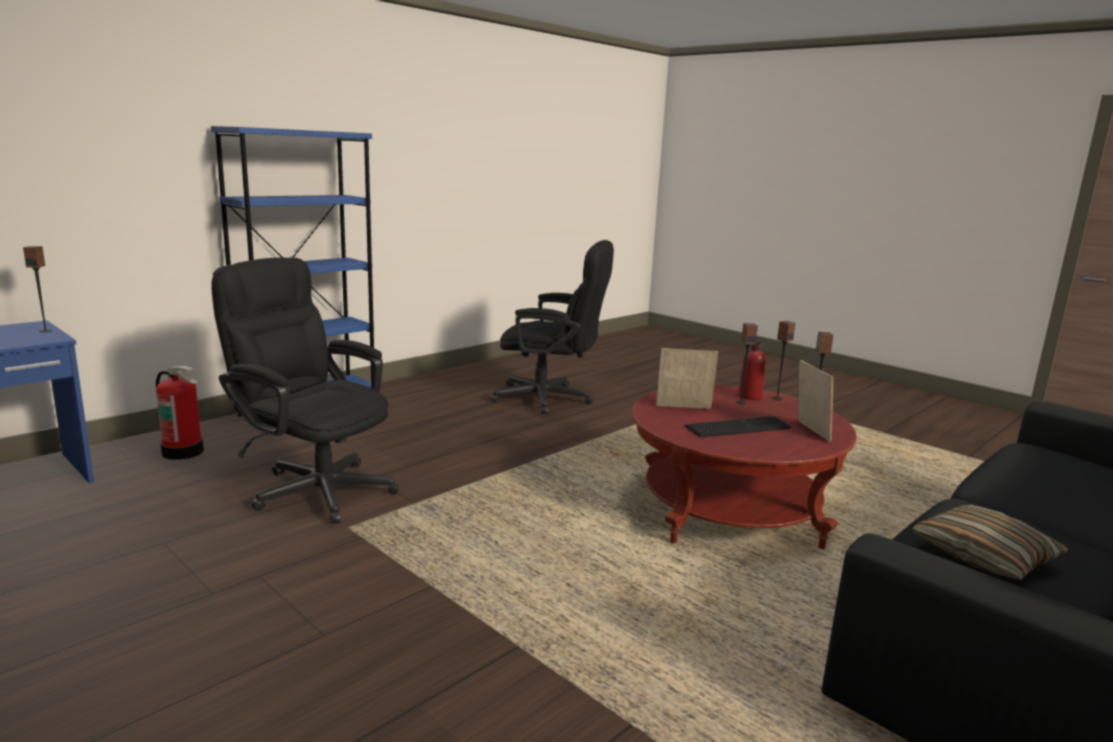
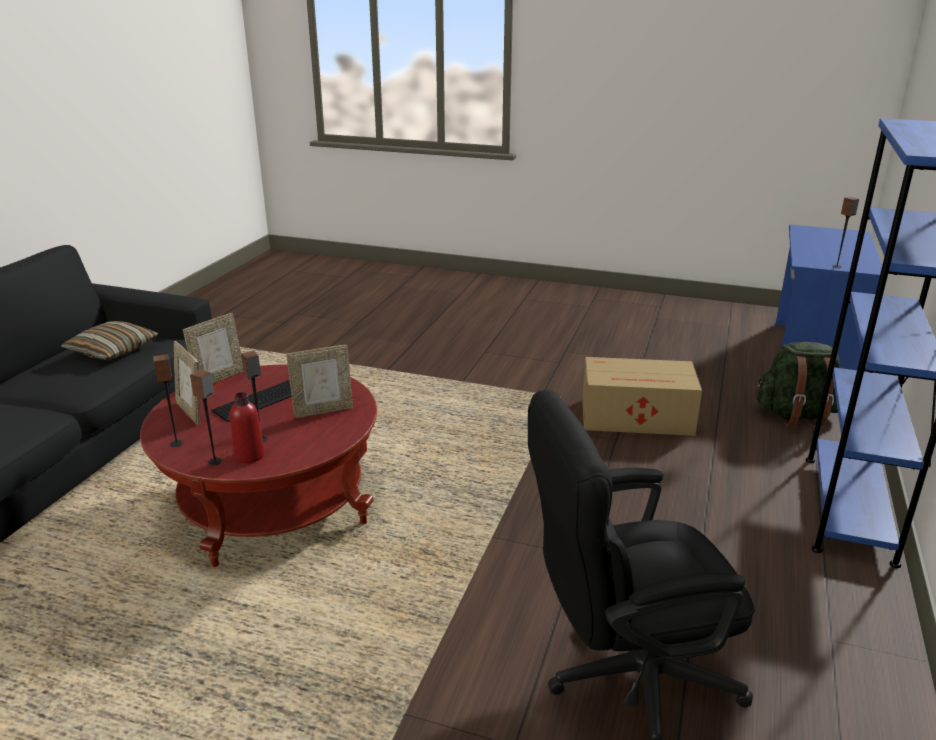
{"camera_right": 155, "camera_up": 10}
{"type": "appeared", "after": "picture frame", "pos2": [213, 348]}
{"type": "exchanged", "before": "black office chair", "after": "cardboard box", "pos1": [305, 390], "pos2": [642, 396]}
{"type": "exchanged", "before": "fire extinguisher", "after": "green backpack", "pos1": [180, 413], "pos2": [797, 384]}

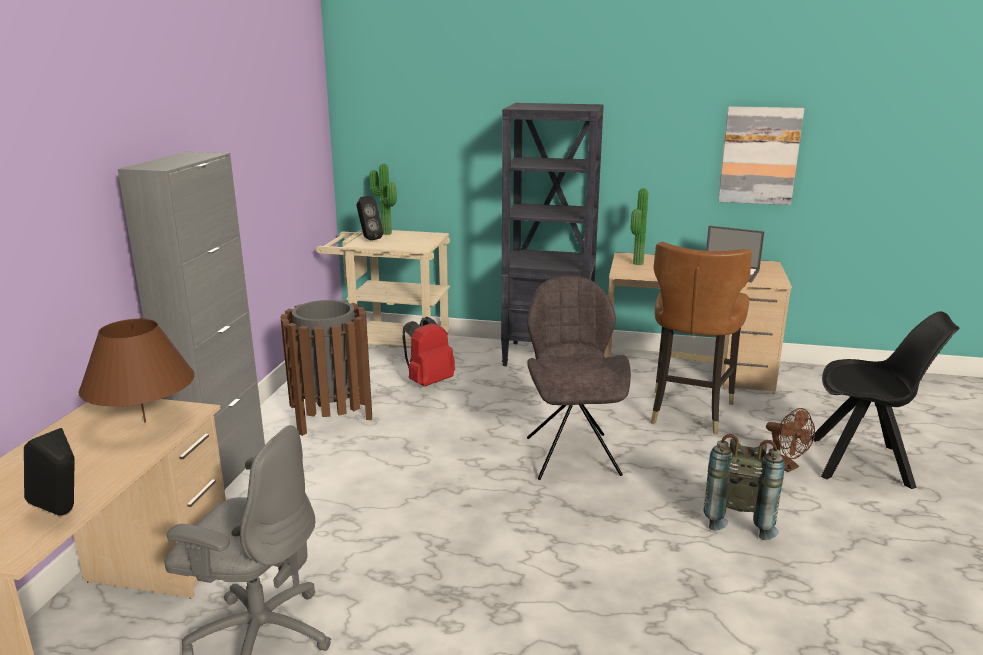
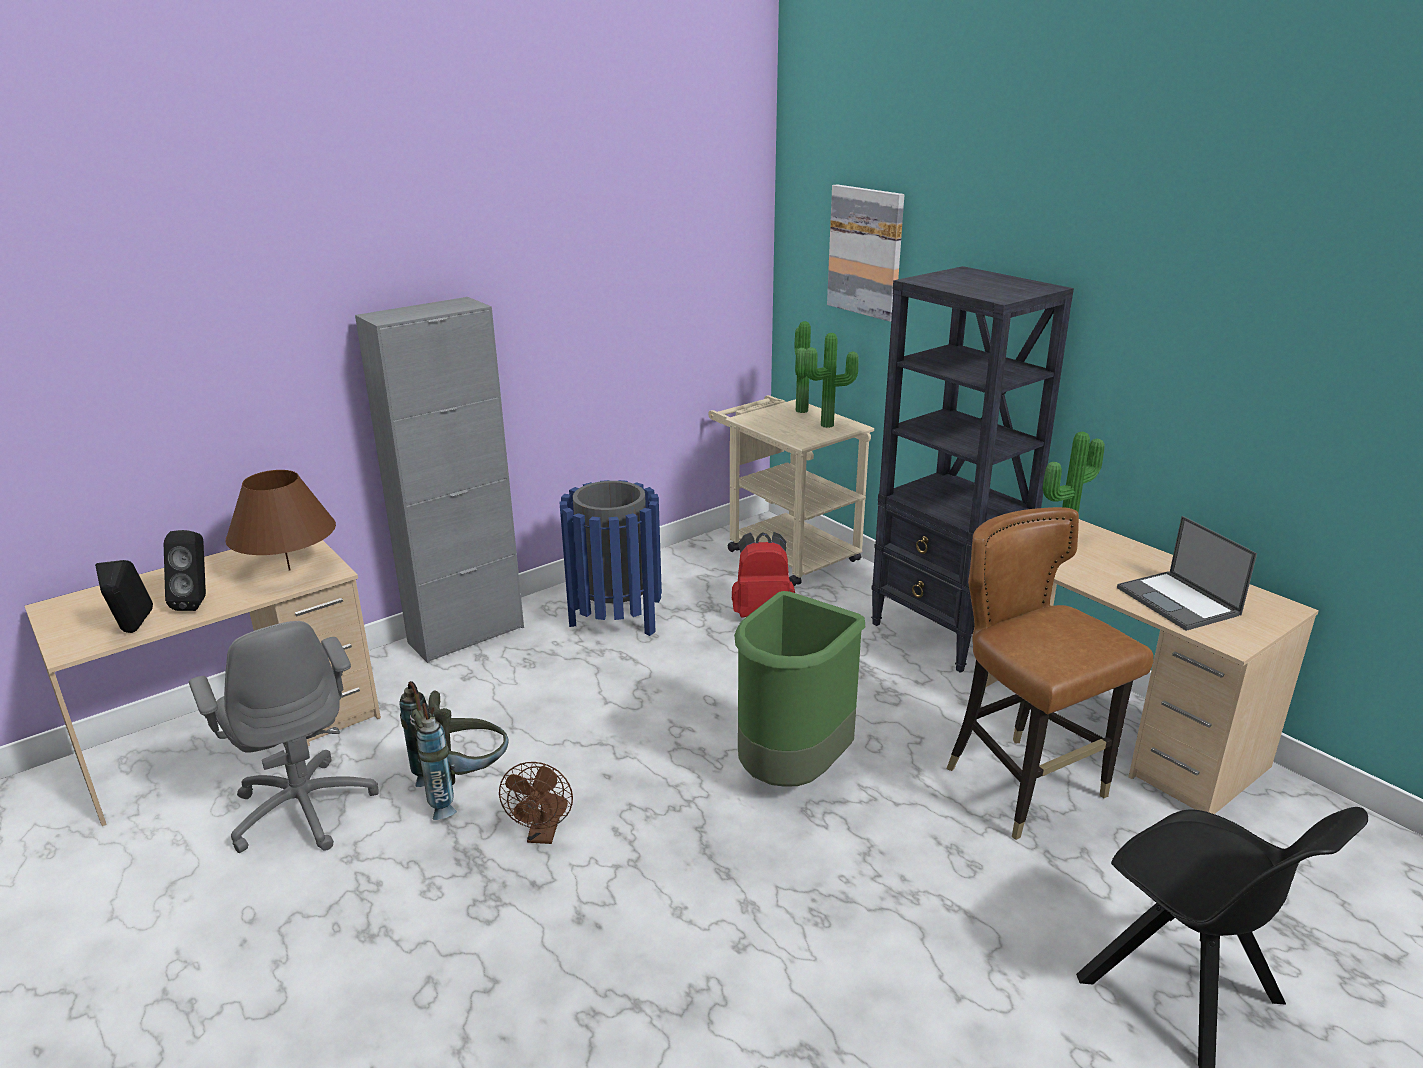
{"camera_right": 40, "camera_up": 5}
{"type": "relocated", "before": "black speaker", "pos1": [369, 218], "pos2": [185, 570]}
{"type": "relocated", "before": "grey backpack", "pos1": [744, 487], "pos2": [454, 750]}
{"type": "relocated", "before": "brown fan", "pos1": [790, 440], "pos2": [536, 803]}
{"type": "colour", "before": "brown trash can", "after": "blue trash can", "pos1": [326, 368], "pos2": [610, 558]}
{"type": "exchanged", "before": "grey chair", "after": "green trash can", "pos1": [579, 377], "pos2": [799, 689]}
{"type": "appeared", "after": "potted plant", "pos2": [831, 380]}
{"type": "relocated", "before": "picture", "pos1": [761, 155], "pos2": [865, 253]}
{"type": "spun", "before": "brown chair", "pos1": [701, 338], "pos2": [1050, 673], "turn": 90}

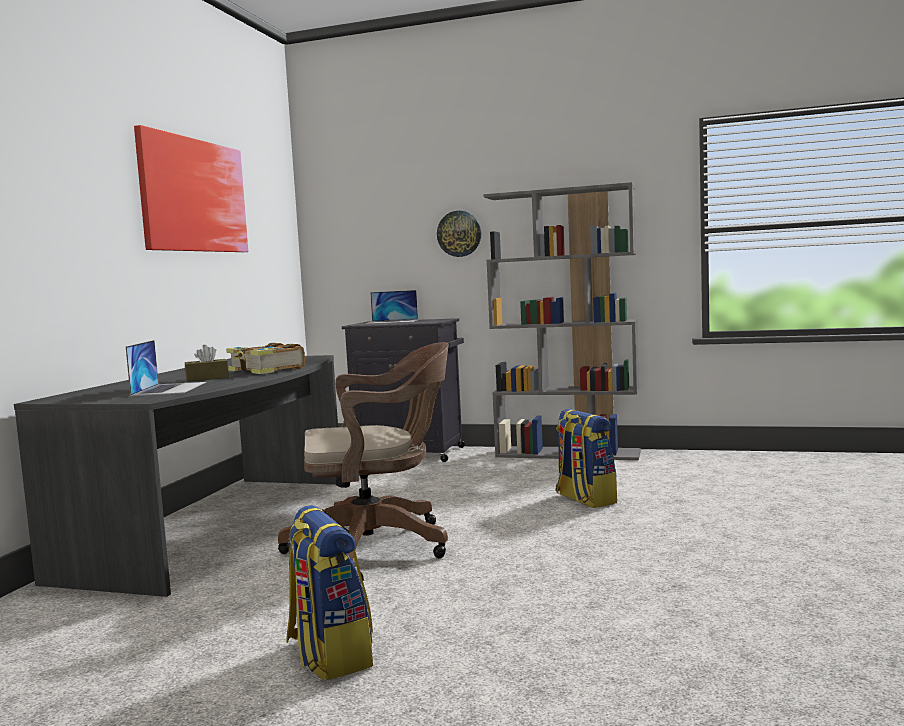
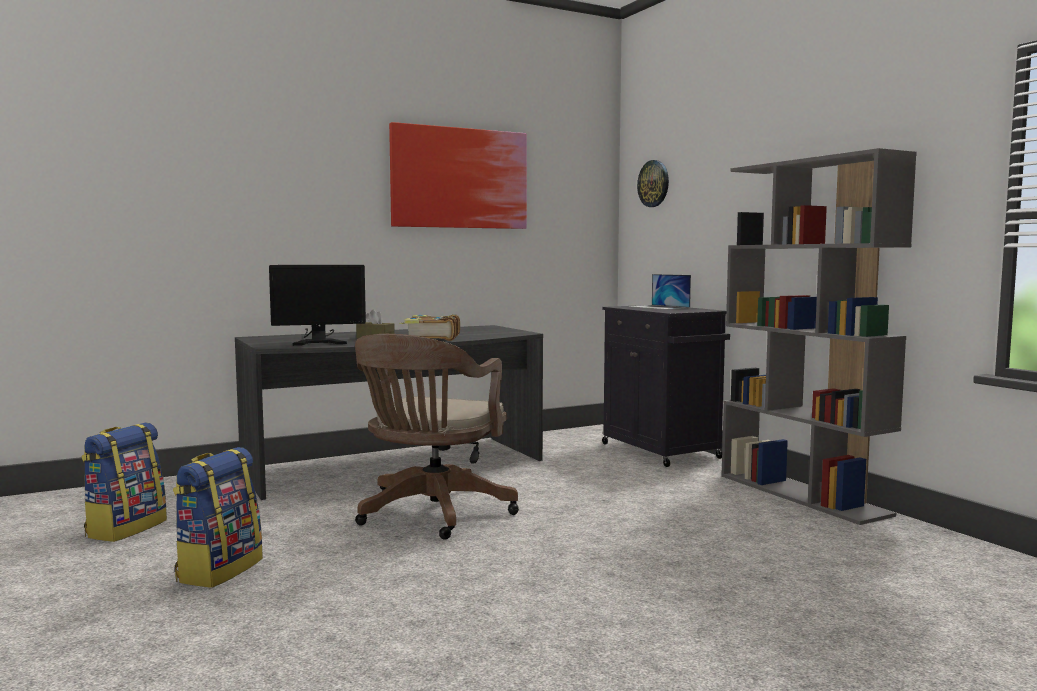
{"camera_right": 45, "camera_up": 0}
{"type": "relocated", "before": "backpack", "pos1": [586, 458], "pos2": [124, 482]}
{"type": "exchanged", "before": "laptop", "after": "monitor", "pos1": [166, 368], "pos2": [317, 305]}
{"type": "spun", "before": "brown office chair", "pos1": [363, 451], "pos2": [437, 437], "turn": 75}
{"type": "relocated", "before": "wall clock", "pos1": [459, 234], "pos2": [653, 183]}

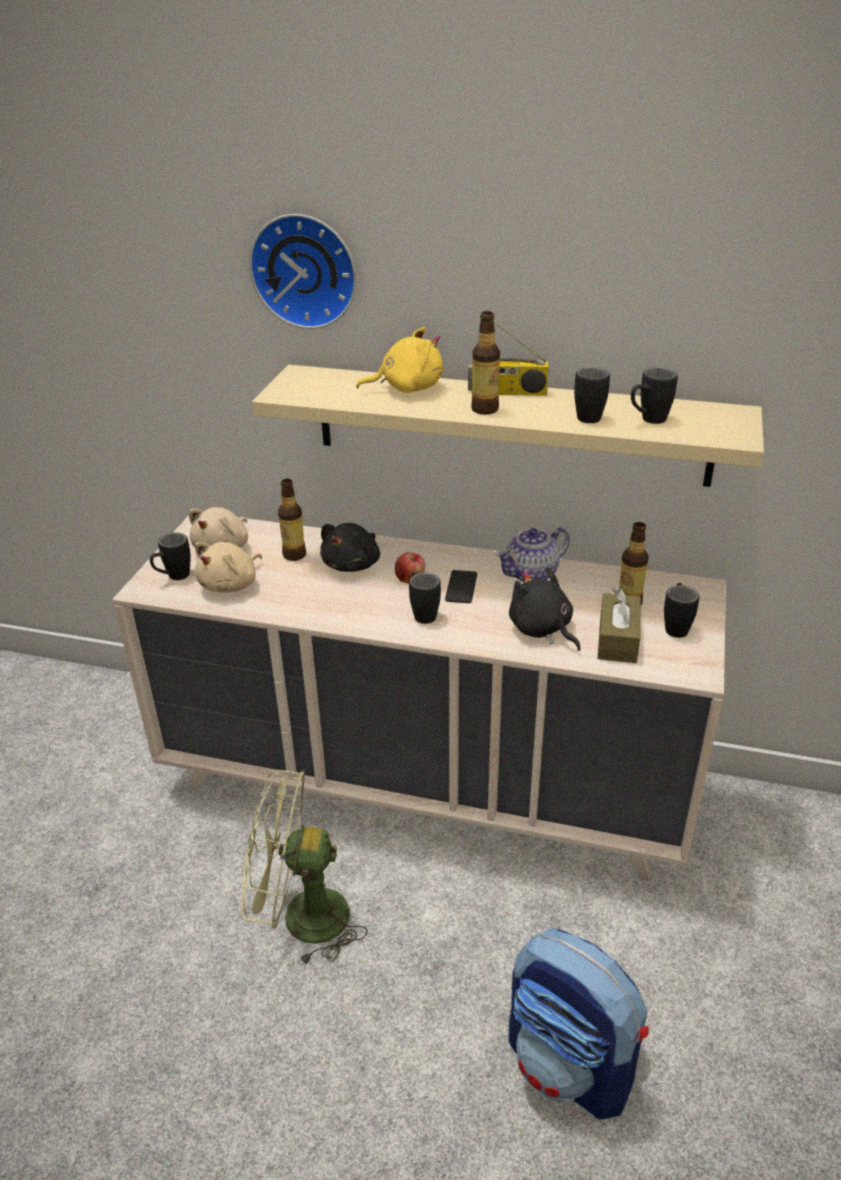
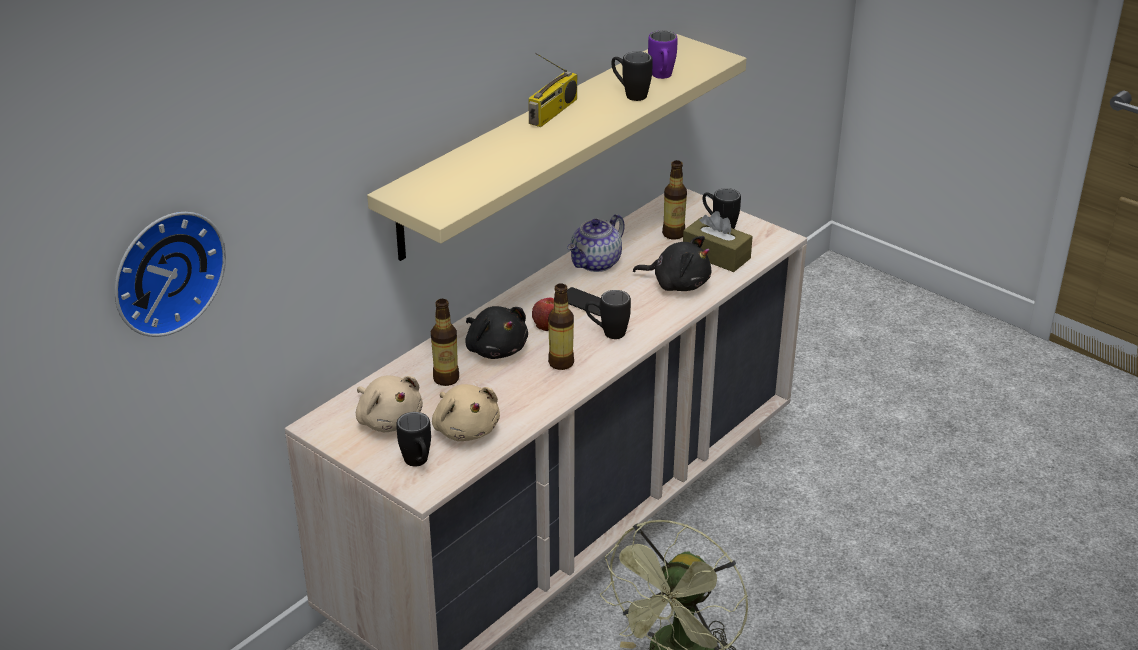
{"camera_right": -65, "camera_up": 0}
{"type": "relocated", "before": "wall clock", "pos1": [302, 271], "pos2": [170, 274]}
{"type": "relocated", "before": "bottle", "pos1": [485, 363], "pos2": [561, 326]}
{"type": "spun", "before": "teapot", "pos1": [532, 554], "pos2": [596, 243], "turn": 45}
{"type": "spun", "before": "black plush toy", "pos1": [544, 609], "pos2": [672, 263], "turn": -150}
{"type": "colour", "before": "black mug", "after": "purple mug", "pos1": [654, 395], "pos2": [663, 55]}
{"type": "missing", "before": "yellow plush toy", "pos1": [399, 360]}
{"type": "missing", "before": "backpack", "pos1": [579, 1024]}

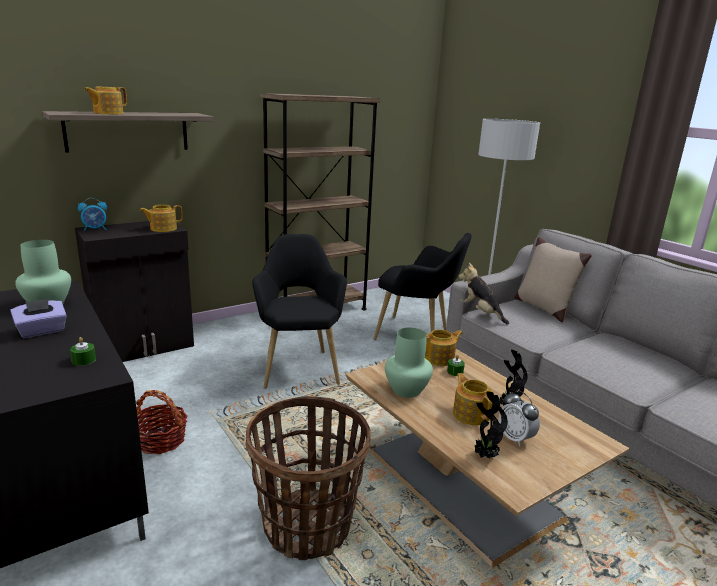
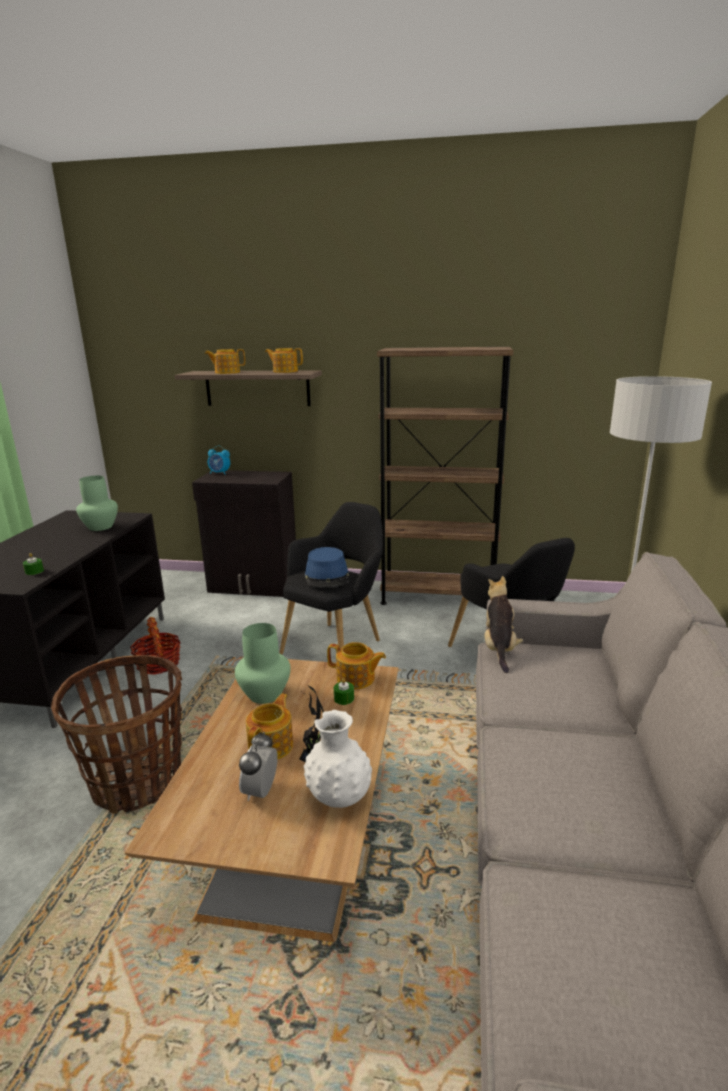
{"camera_right": 45, "camera_up": 0}
{"type": "relocated", "before": "teapot", "pos1": [161, 218], "pos2": [284, 360]}
{"type": "appeared", "after": "white vase", "pos2": [338, 759]}
{"type": "appeared", "after": "blue hat", "pos2": [327, 567]}
{"type": "missing", "before": "purple tissue box", "pos1": [38, 318]}
{"type": "missing", "before": "potted plant", "pos1": [491, 425]}
{"type": "missing", "before": "beige pillow", "pos1": [553, 279]}

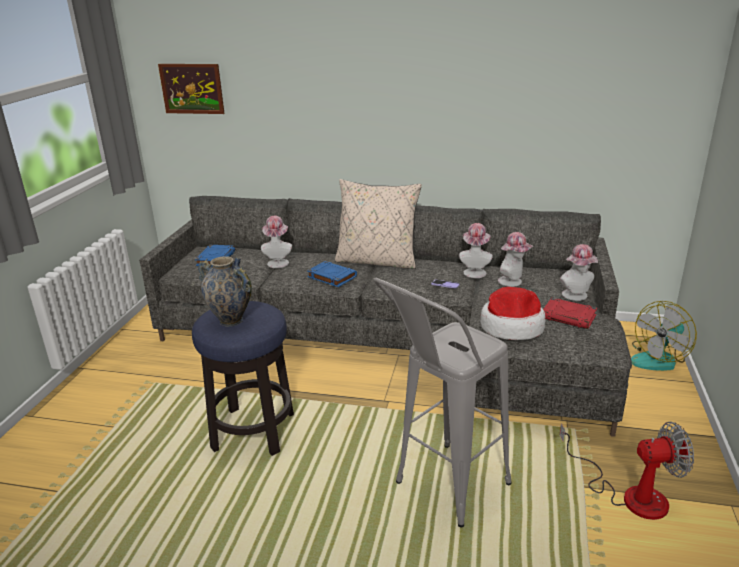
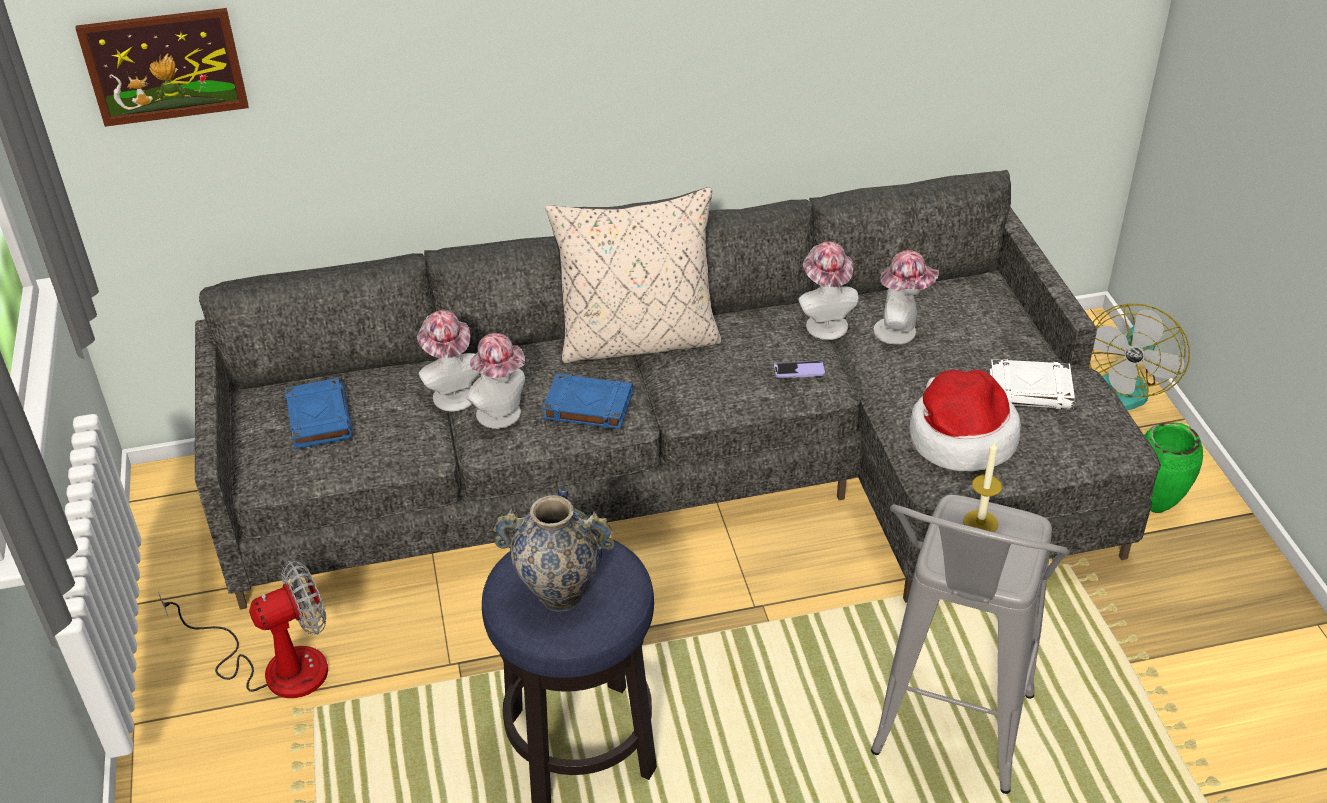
{"camera_right": -25, "camera_up": 15}
{"type": "relocated", "before": "fan", "pos1": [627, 471], "pos2": [243, 629]}
{"type": "relocated", "before": "hat", "pos1": [579, 272], "pos2": [496, 381]}
{"type": "appeared", "after": "candle", "pos2": [982, 486]}
{"type": "colour", "before": "red book", "after": "white book", "pos1": [570, 313], "pos2": [1032, 384]}
{"type": "appeared", "after": "green vase", "pos2": [1173, 467]}

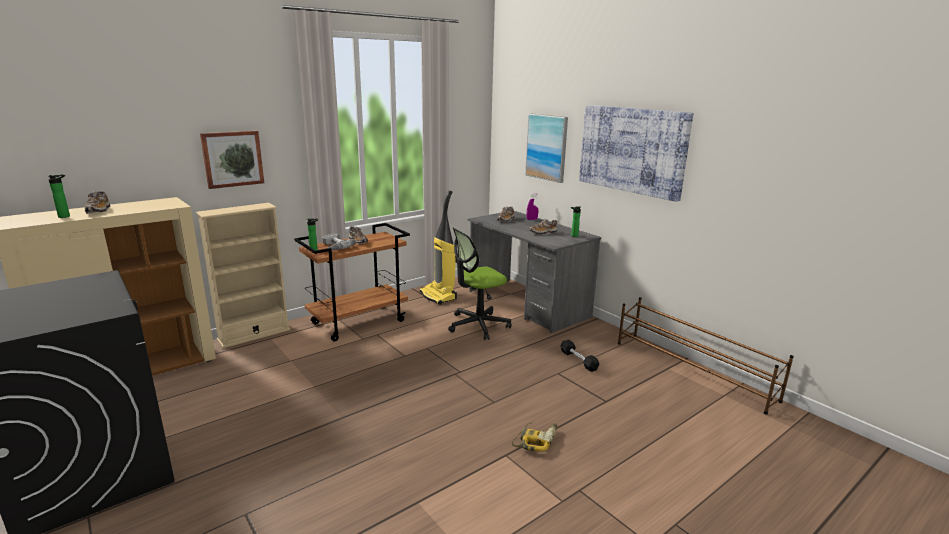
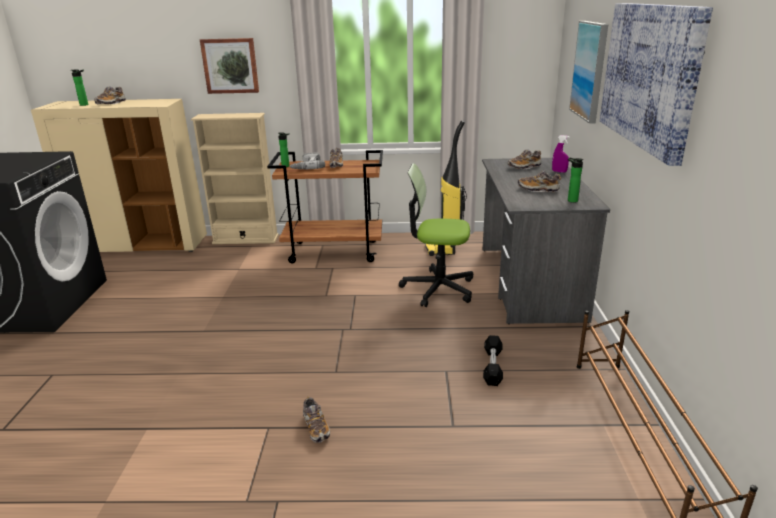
{"camera_right": 40, "camera_up": 5}
{"type": "exchanged", "before": "power drill", "after": "shoe", "pos1": [535, 437], "pos2": [316, 419]}

